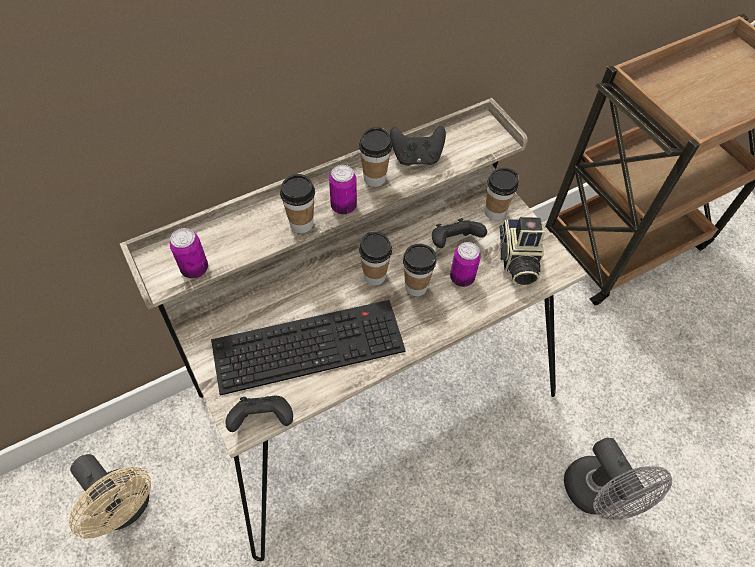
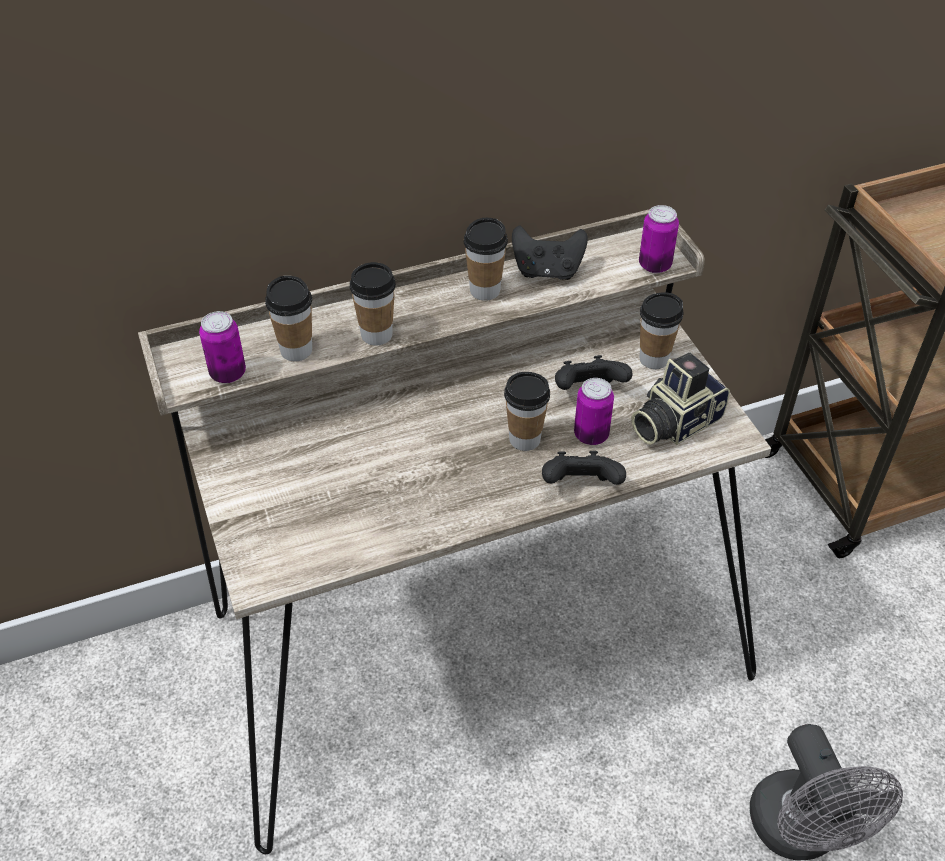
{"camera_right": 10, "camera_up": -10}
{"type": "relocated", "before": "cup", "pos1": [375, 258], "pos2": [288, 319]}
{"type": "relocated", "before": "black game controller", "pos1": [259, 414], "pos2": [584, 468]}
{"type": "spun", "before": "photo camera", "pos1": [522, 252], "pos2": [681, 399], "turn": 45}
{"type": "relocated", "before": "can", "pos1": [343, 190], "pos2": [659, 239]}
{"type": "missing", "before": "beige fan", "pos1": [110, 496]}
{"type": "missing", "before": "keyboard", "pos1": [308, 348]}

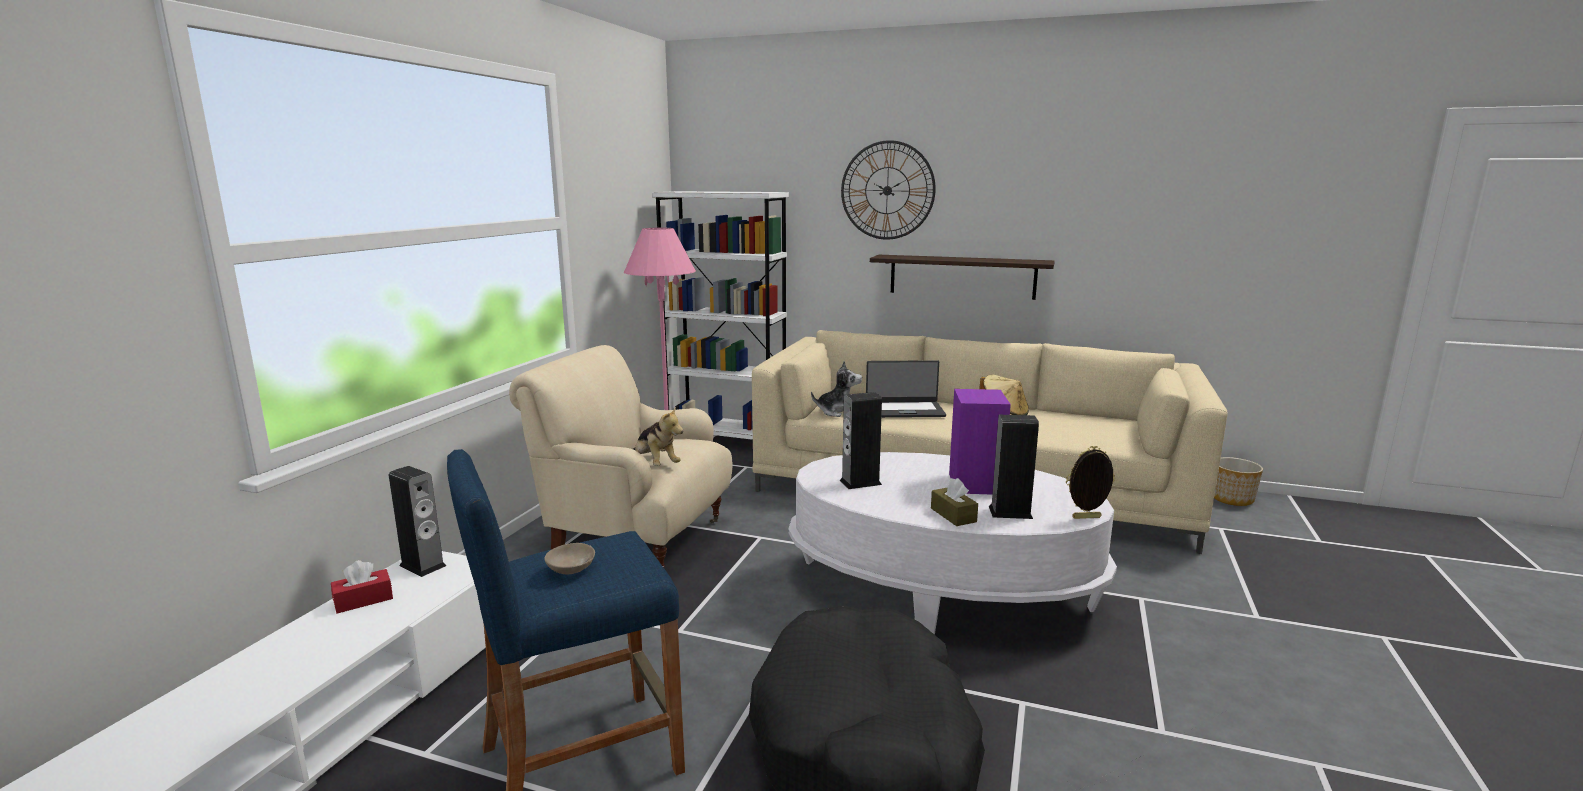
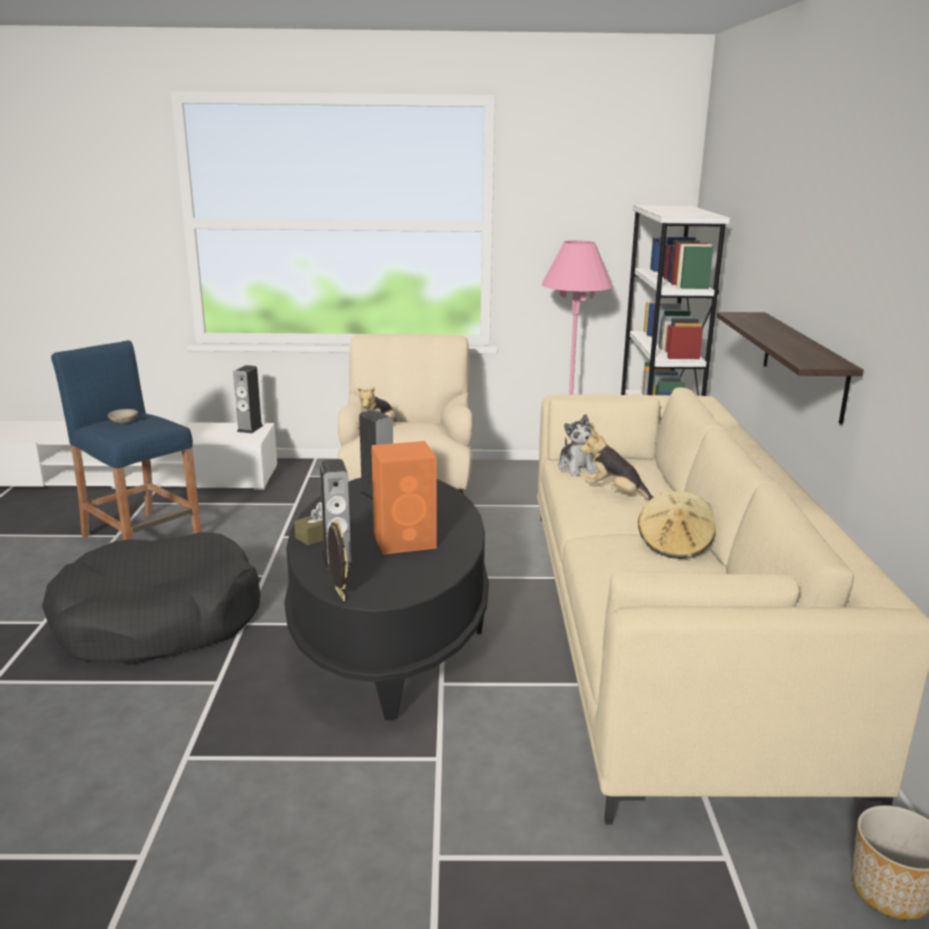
{"camera_right": 70, "camera_up": 5}
{"type": "colour", "before": "white coffee table", "after": "black coffee table", "pos1": [952, 543], "pos2": [386, 599]}
{"type": "colour", "before": "purple speaker", "after": "orange speaker", "pos1": [980, 442], "pos2": [404, 498]}
{"type": "exchanged", "before": "laptop", "after": "plush toy", "pos1": [906, 389], "pos2": [616, 465]}
{"type": "missing", "before": "red tissue box", "pos1": [362, 587]}
{"type": "missing", "before": "wall clock", "pos1": [888, 190]}

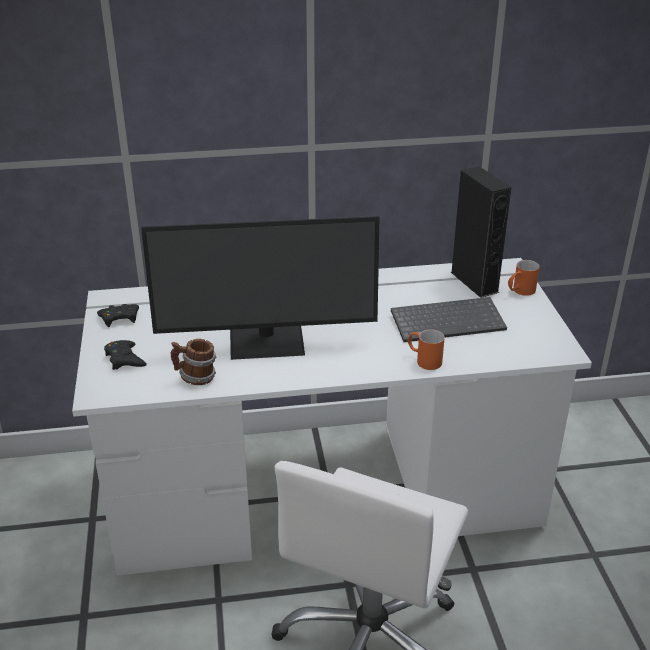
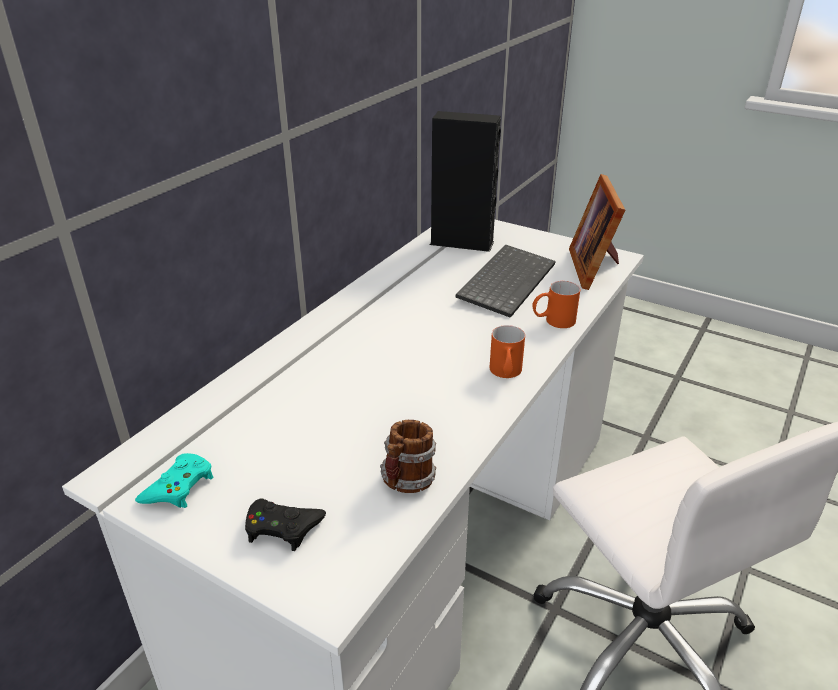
{"camera_right": -50, "camera_up": 0}
{"type": "colour", "before": "black game controller", "after": "turquoise game controller", "pos1": [118, 315], "pos2": [174, 480]}
{"type": "relocated", "before": "orange mug", "pos1": [524, 278], "pos2": [507, 351]}
{"type": "appeared", "after": "picture frame", "pos2": [597, 232]}
{"type": "missing", "before": "monitor", "pos1": [260, 288]}

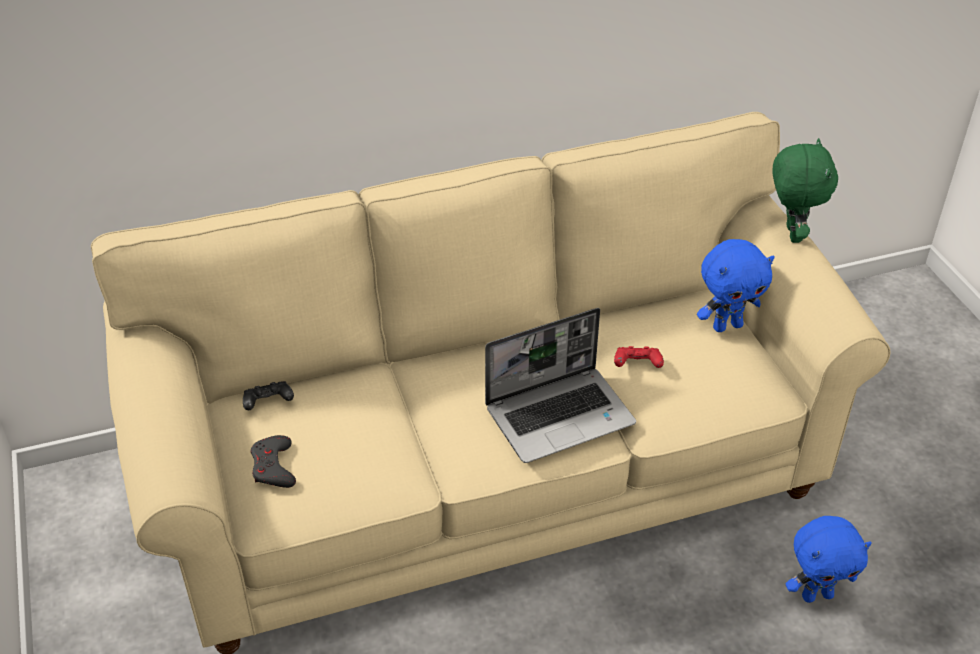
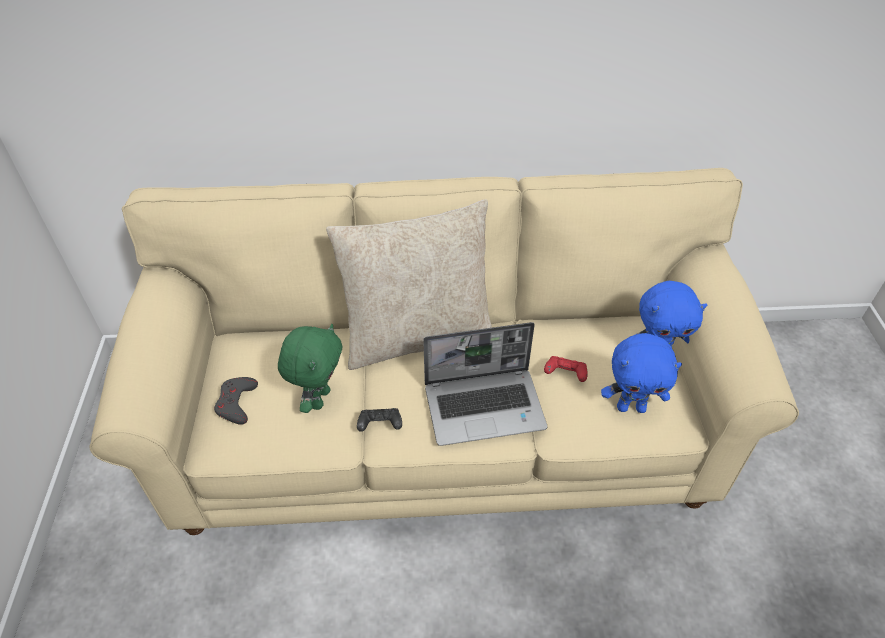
{"camera_right": 15, "camera_up": 5}
{"type": "relocated", "before": "green plush toy", "pos1": [805, 190], "pos2": [310, 368]}
{"type": "appeared", "after": "beige pillow", "pos2": [409, 284]}
{"type": "relocated", "before": "black game controller", "pos1": [268, 395], "pos2": [379, 420]}
{"type": "relocated", "before": "blue plush toy", "pos1": [829, 559], "pos2": [641, 373]}

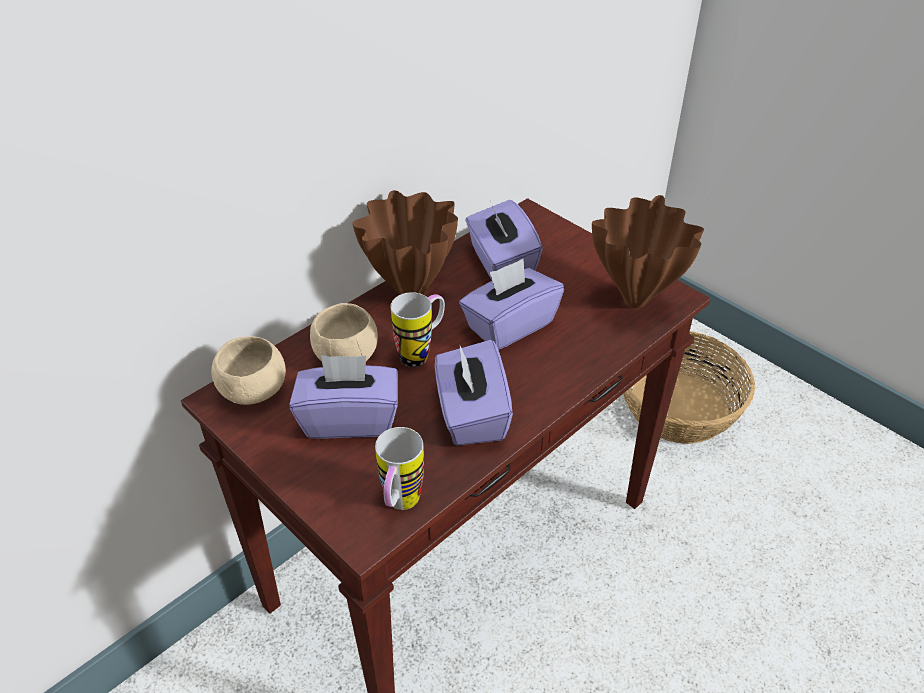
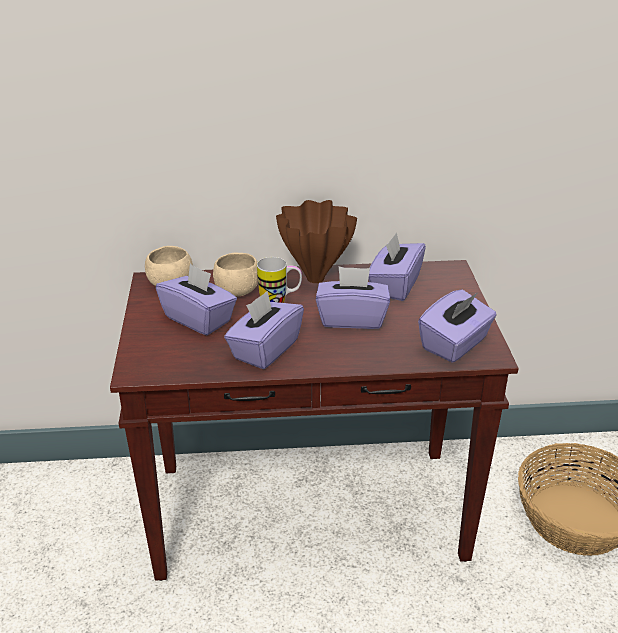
{"camera_right": 40, "camera_up": -10}
{"type": "exchanged", "before": "brown vase", "after": "purple tissue box", "pos1": [648, 251], "pos2": [457, 326]}
{"type": "missing", "before": "mug", "pos1": [399, 468]}

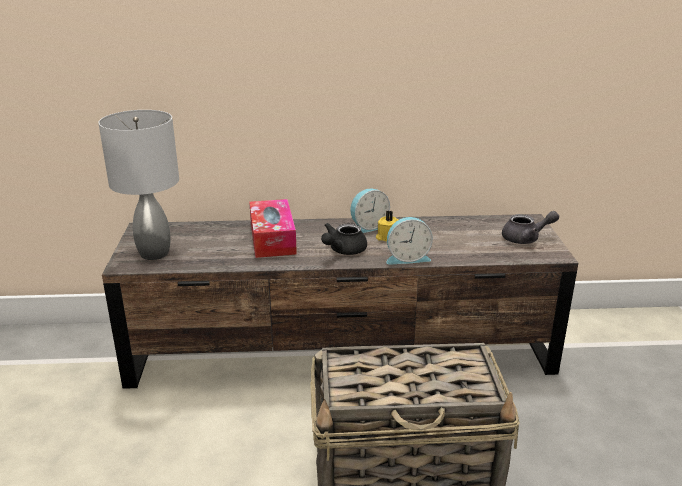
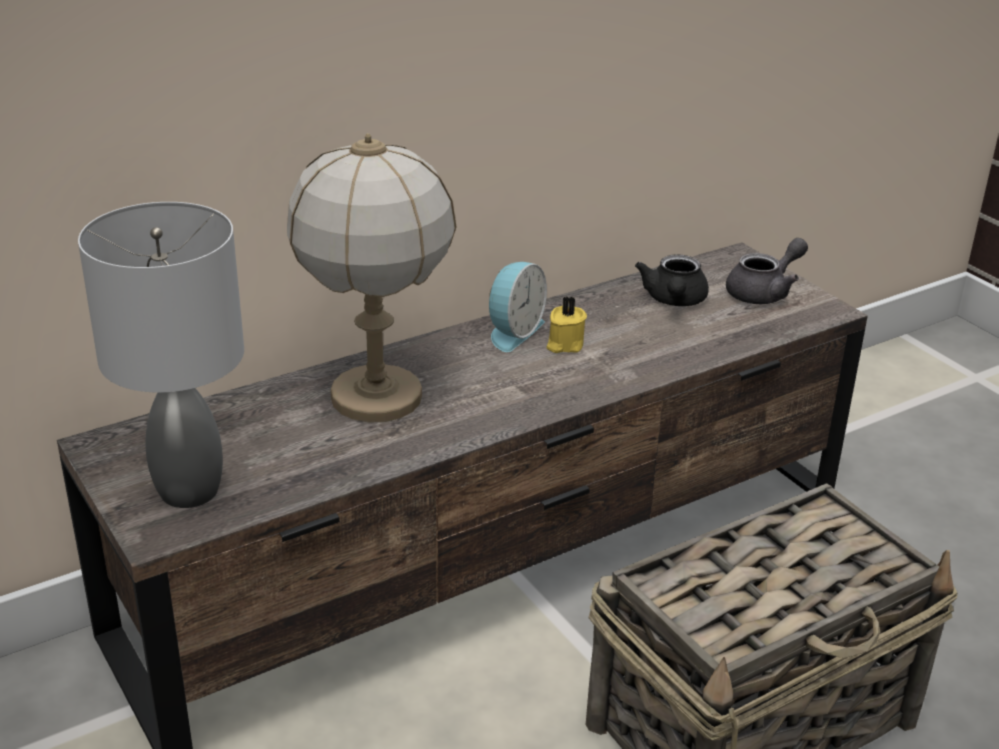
{"camera_right": -30, "camera_up": 5}
{"type": "exchanged", "before": "tissue box", "after": "table lamp", "pos1": [273, 228], "pos2": [371, 278]}
{"type": "relocated", "before": "black teapot", "pos1": [344, 239], "pos2": [672, 280]}
{"type": "missing", "before": "alarm clock", "pos1": [409, 241]}

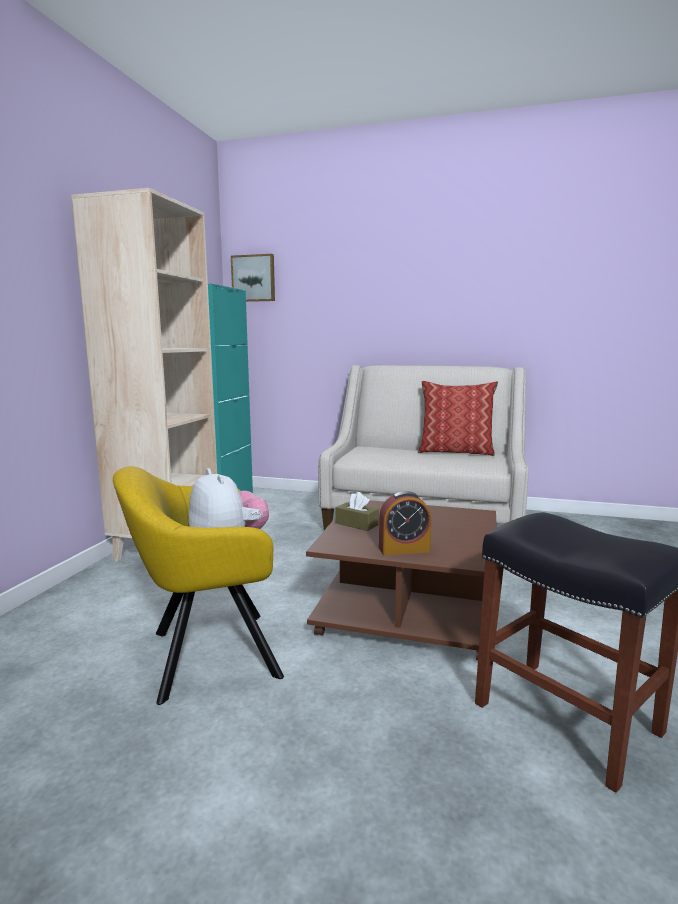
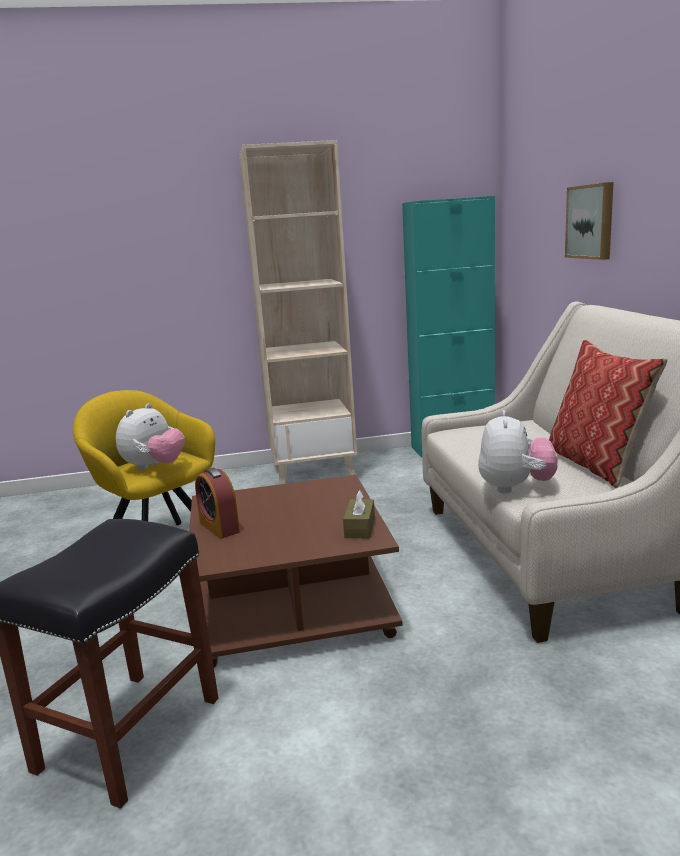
{"camera_right": 65, "camera_up": 5}
{"type": "relocated", "before": "brown tissue box", "pos1": [357, 511], "pos2": [359, 514]}
{"type": "appeared", "after": "plush toy", "pos2": [518, 452]}
{"type": "relocated", "before": "picture", "pos1": [253, 278], "pos2": [589, 221]}

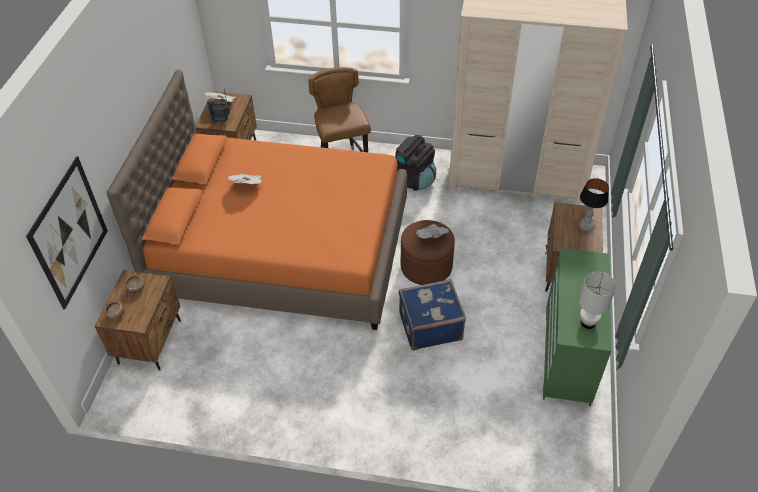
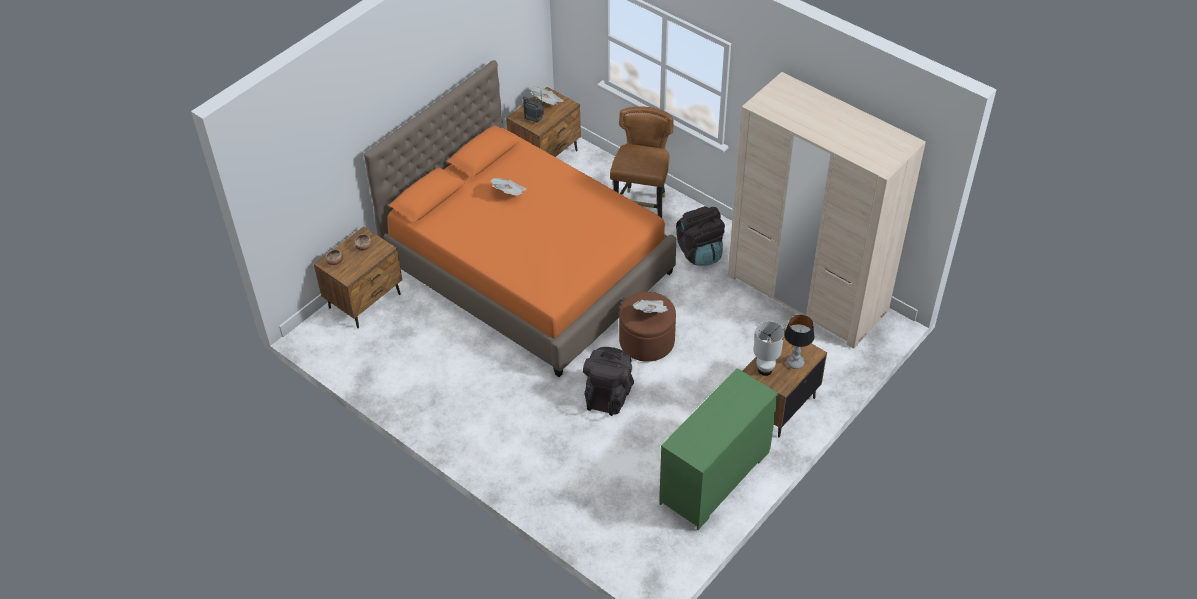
{"camera_right": 30, "camera_up": 0}
{"type": "exchanged", "before": "blue suitcase", "after": "black backpack", "pos1": [432, 314], "pos2": [608, 381]}
{"type": "relocated", "before": "white table lamp", "pos1": [597, 300], "pos2": [769, 348]}
{"type": "missing", "before": "picture", "pos1": [67, 233]}

